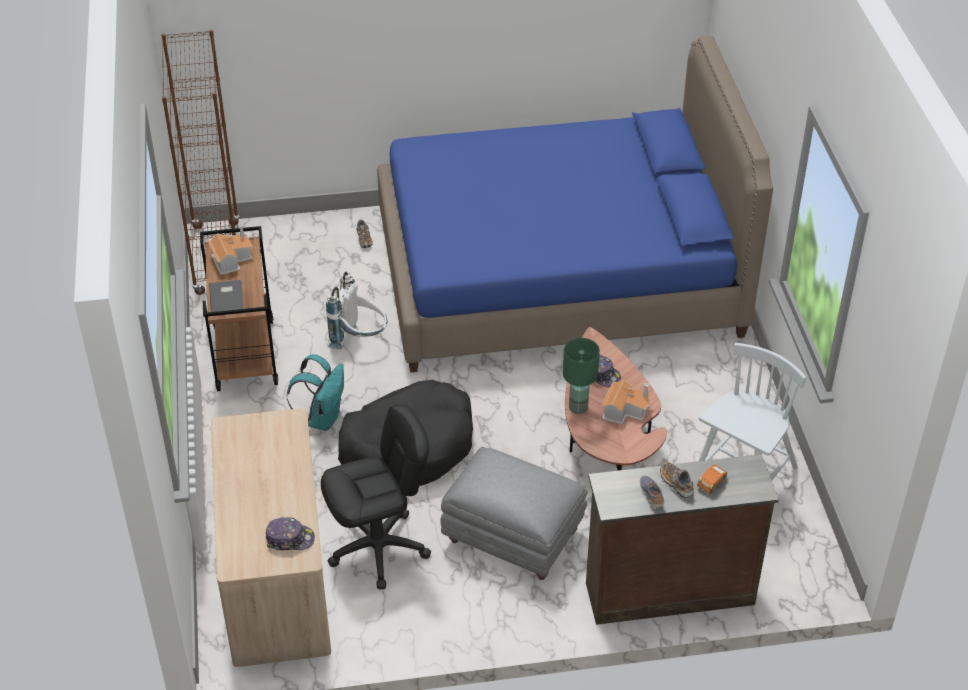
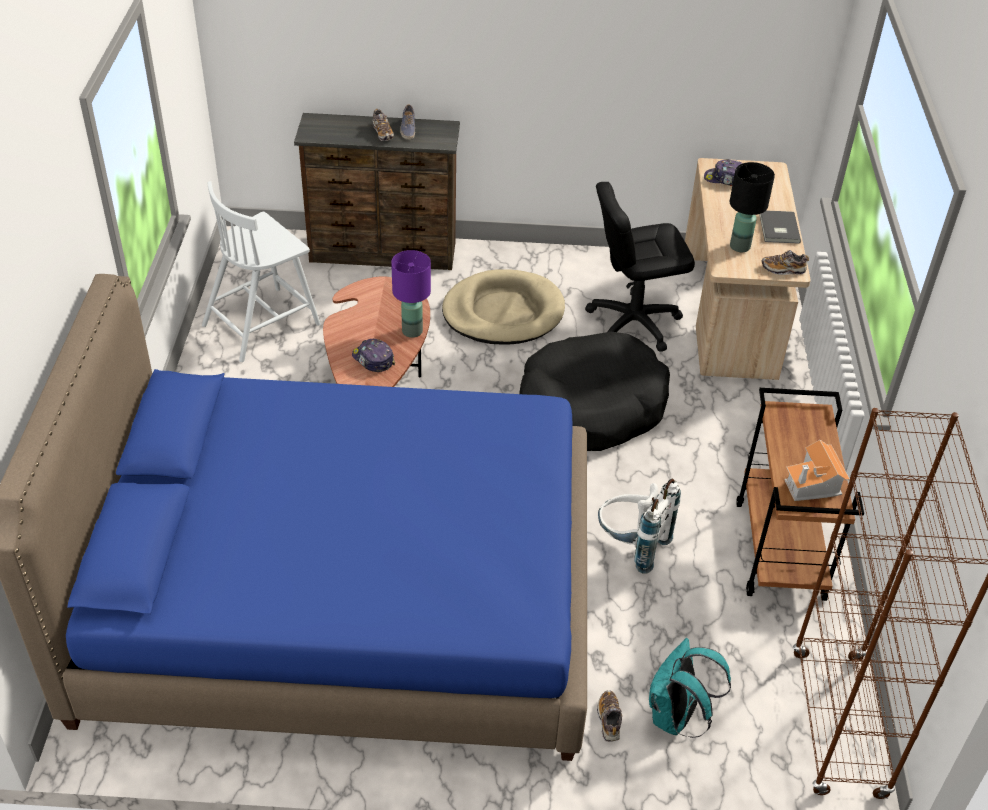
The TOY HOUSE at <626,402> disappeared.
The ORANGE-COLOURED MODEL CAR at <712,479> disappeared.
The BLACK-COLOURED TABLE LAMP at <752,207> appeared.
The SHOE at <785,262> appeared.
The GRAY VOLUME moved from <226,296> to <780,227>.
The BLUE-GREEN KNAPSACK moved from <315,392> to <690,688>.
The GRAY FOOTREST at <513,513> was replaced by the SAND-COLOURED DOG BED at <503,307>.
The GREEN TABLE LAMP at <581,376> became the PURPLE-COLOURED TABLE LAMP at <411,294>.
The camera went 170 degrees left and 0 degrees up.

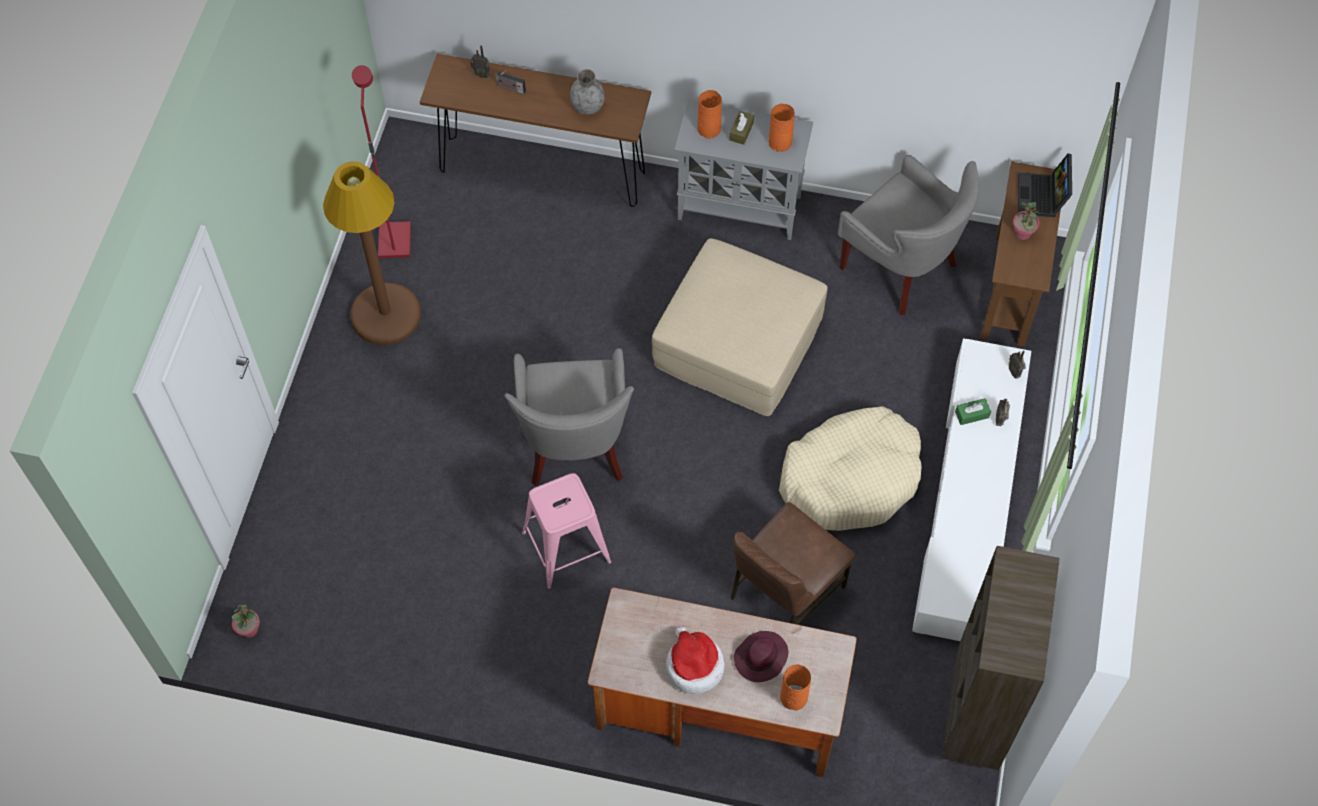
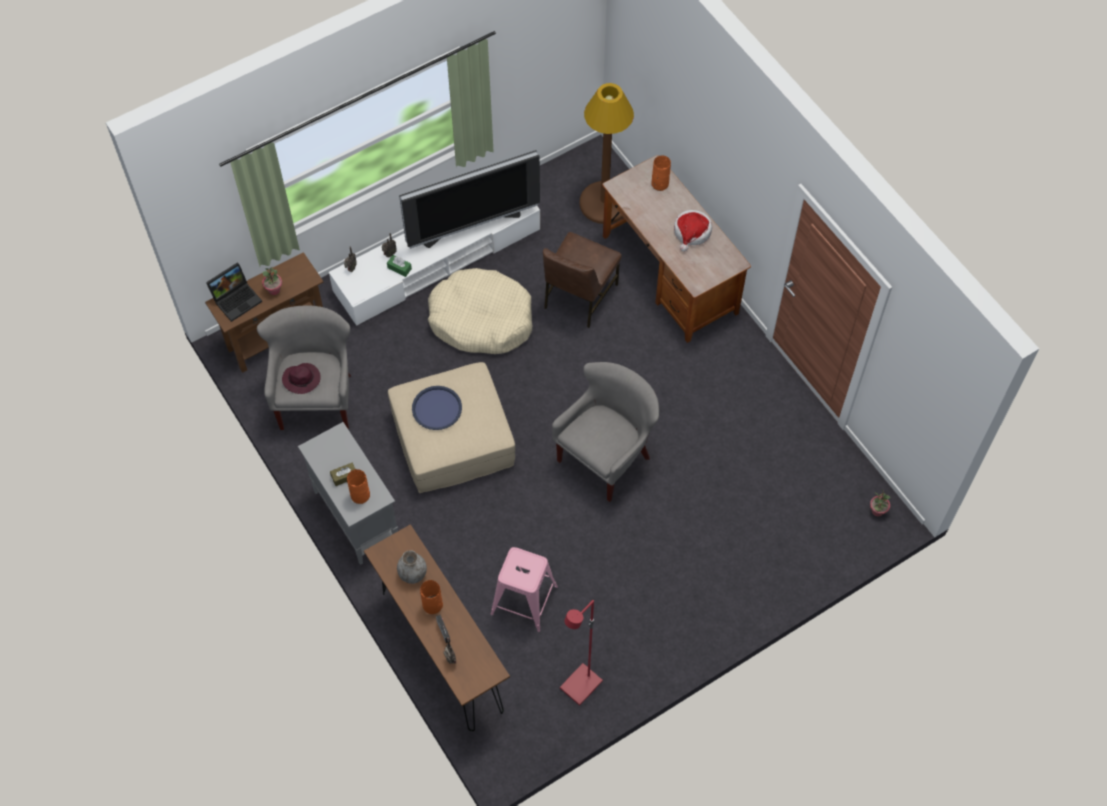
The BROWN-COLOURED BOOKSHELF at <1000,658> disappeared.
The TV SET at <469,199> appeared.
The BLUE-COLOURED SERVING TRAY at <437,408> appeared.
The BROWN-COLOURED STANDARD LAMP moved from <372,253> to <606,153>.
The PINK SITTING STOOL moved from <566,531> to <524,589>.
The PURPLE-COLOURED CLOTHING HAT moved from <761,656> to <301,378>.
The ORANGE-COLOURED DECORATIVE VASE moved from <782,128> to <431,597>.
The BROWN-COLOURED UPRIGHT CHAIR at <792,563> turned 120 degrees clockwise.
The camera went 135 degrees left and 0 degrees up.

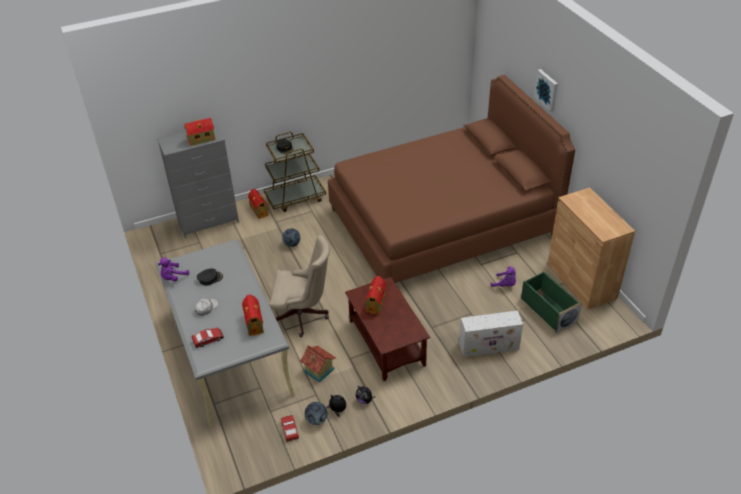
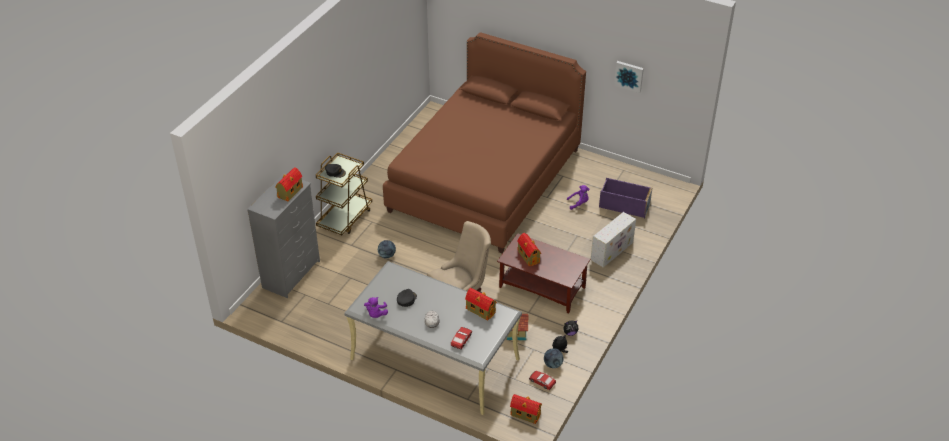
The BROWN-COLOURED CUPBOARD at <591,248> disappeared.
The TOY HOUSE moved from <258,204> to <526,409>.
The PICTURE moved from <546,90> to <629,77>.
The GREEN STORAGE CONTAINER at <551,302> became the PURPLE-COLOURED STORAGE CONTAINER at <626,198>.
The camera went 40 degrees left and 0 degrees up.

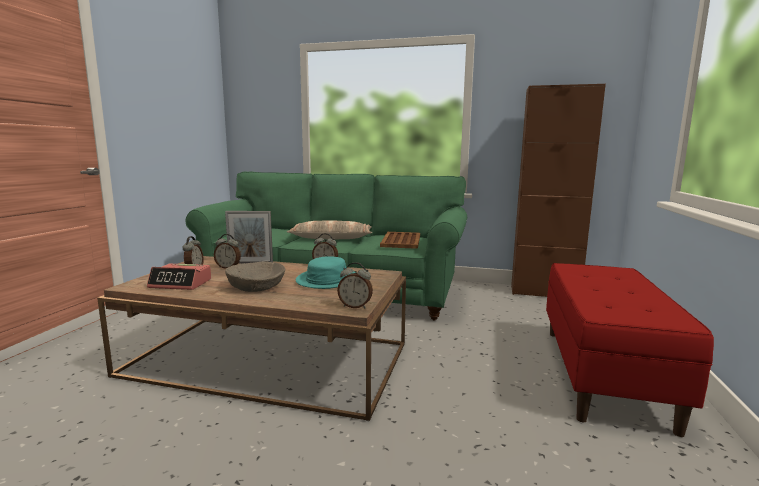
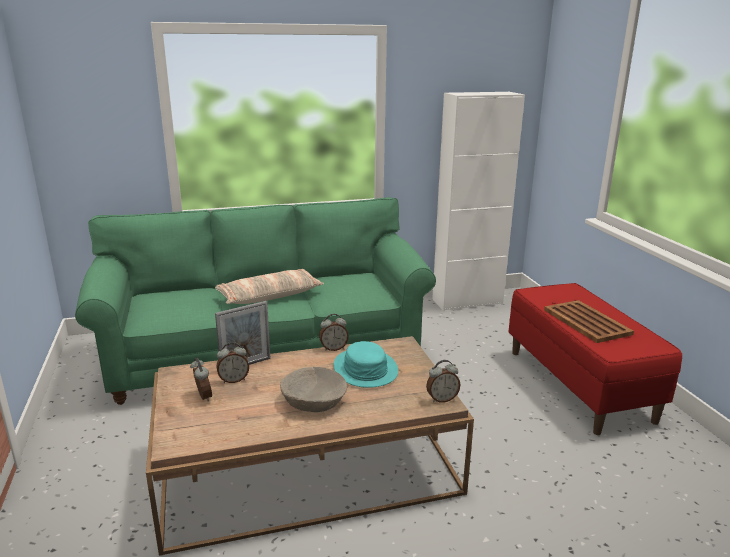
The BEDSIDE CLOCK at <179,277> disappeared.
The BROWN-COLOURED SERVING TRAY moved from <400,240> to <589,321>.
The BROWN-COLOURED CUPBOARD at <558,190> became the WHITISH CUPBOARD at <478,201>.
The camera went 30 degrees left and 10 degrees up.

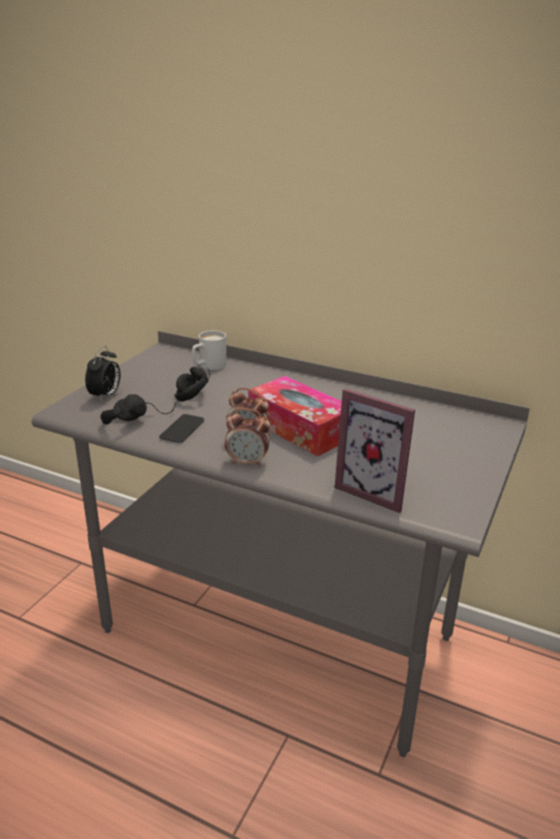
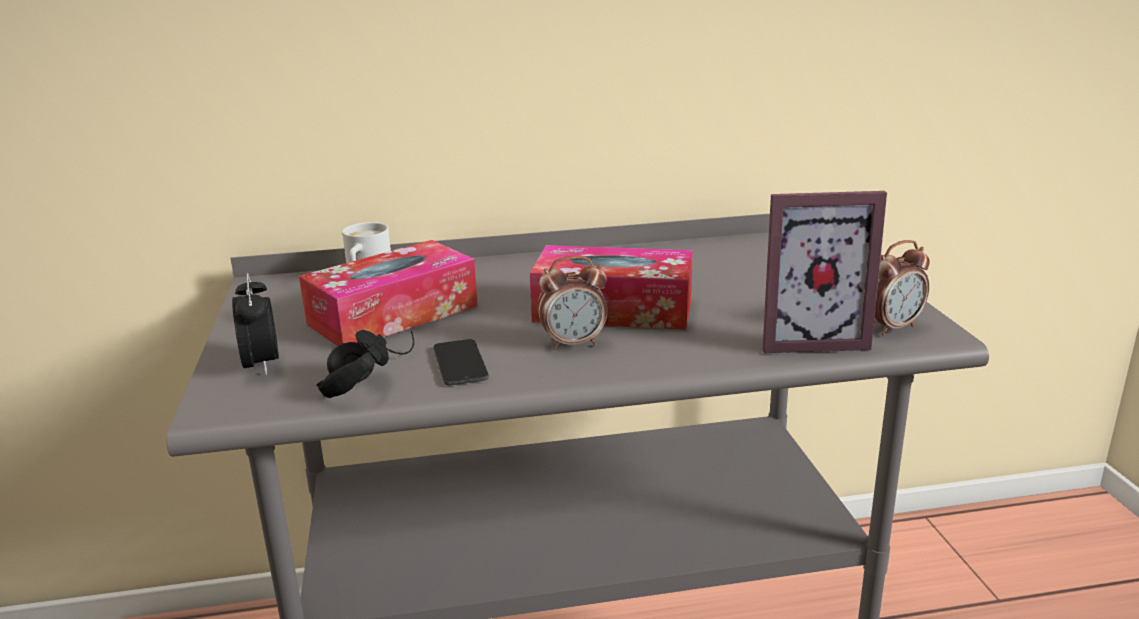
The BEDSIDE CLOCK moved from <247,437> to <902,287>.
The BLACK-COLOURED HEADPHONES at <192,384> was replaced by the TISSUE HOLDER at <388,293>.
The camera went 35 degrees left and 5 degrees down.

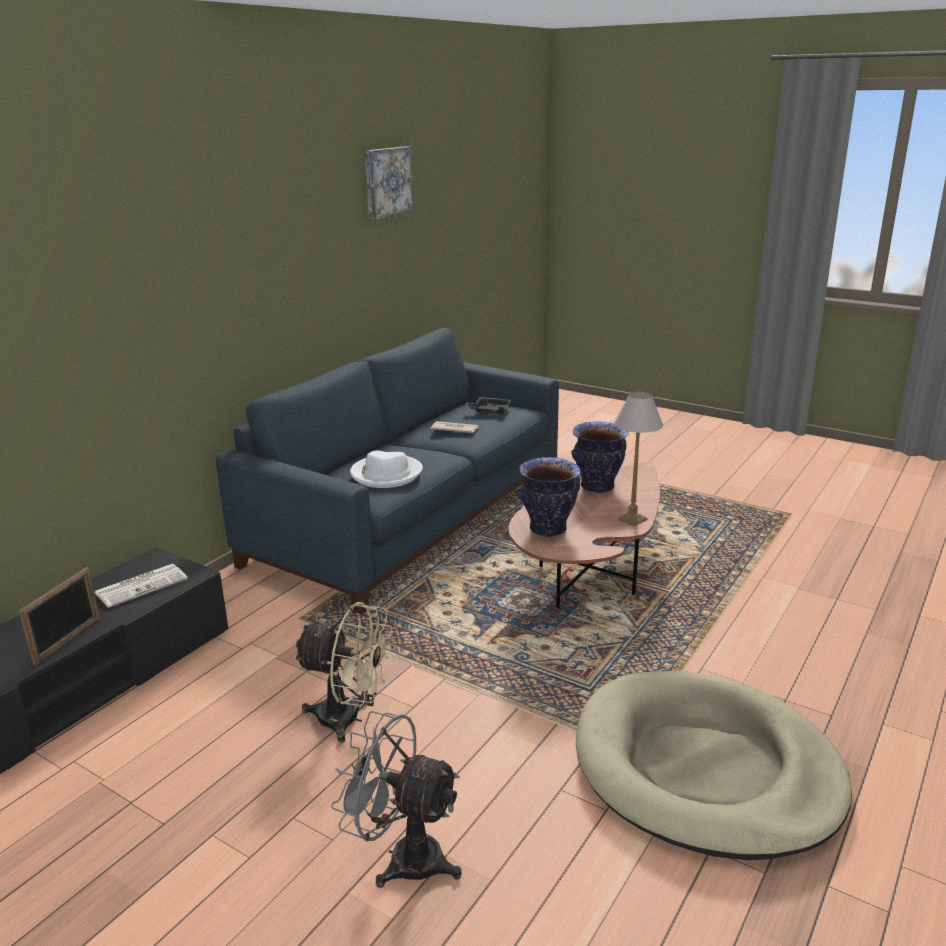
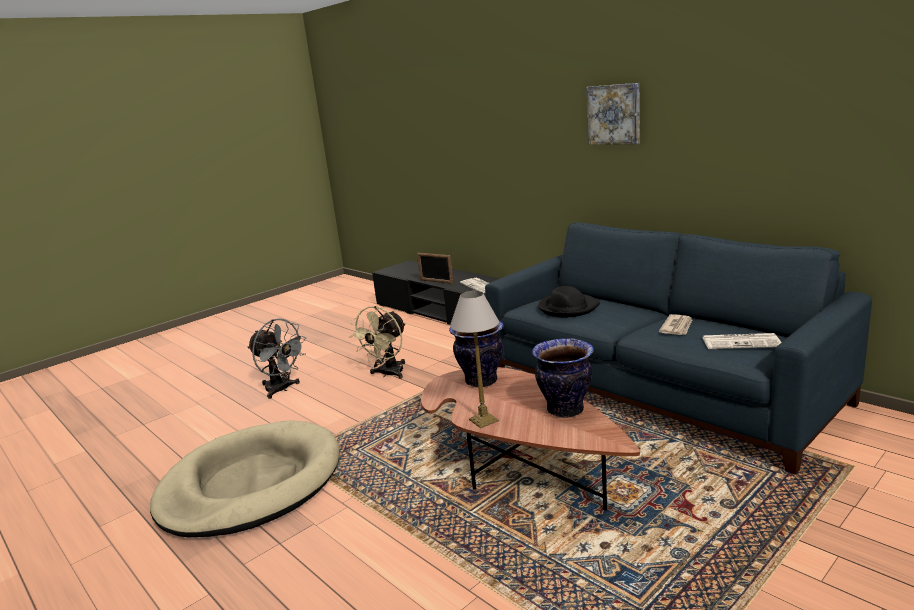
The PICTURE moved from <389,183> to <613,114>.
The BLACK-COLOURED SERVING TRAY at <488,405> was replaced by the DAILY PAPER at <742,341>.
The WHITISH CLOTHING HAT at <386,469> became the BLACK-COLOURED CLOTHING HAT at <569,301>.
The GRAY ELECTRIC FAN at <396,799> turned 90 degrees clockwise.
The camera went 105 degrees right and 5 degrees down.

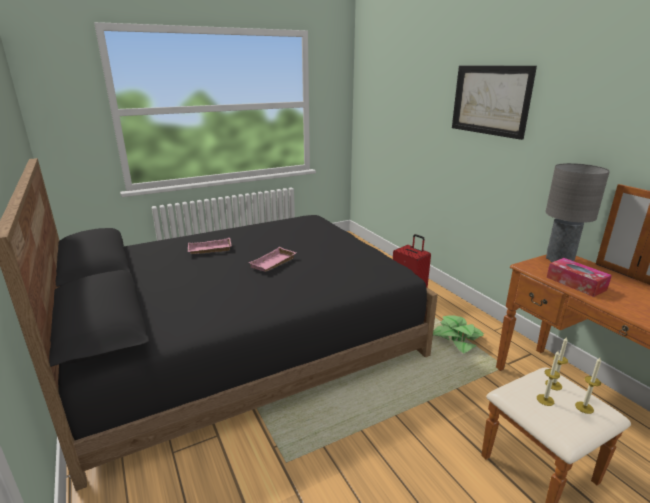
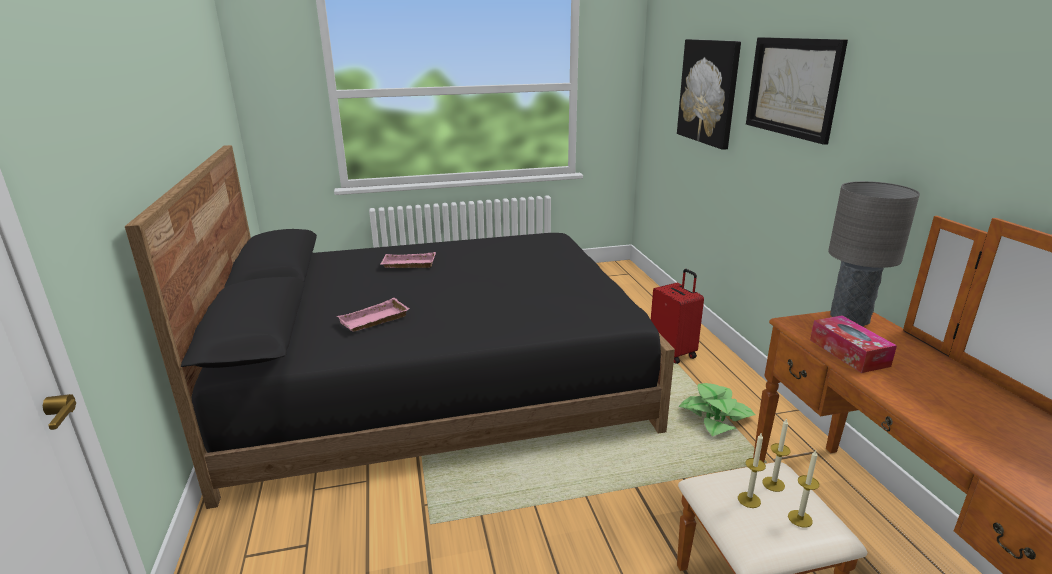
The PICTURE at <709,94> appeared.
The PINK SERVING TRAY moved from <272,259> to <373,315>.
The camera went 15 degrees right and 0 degrees up.

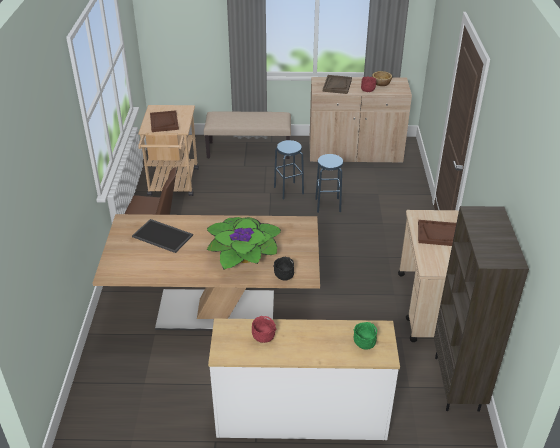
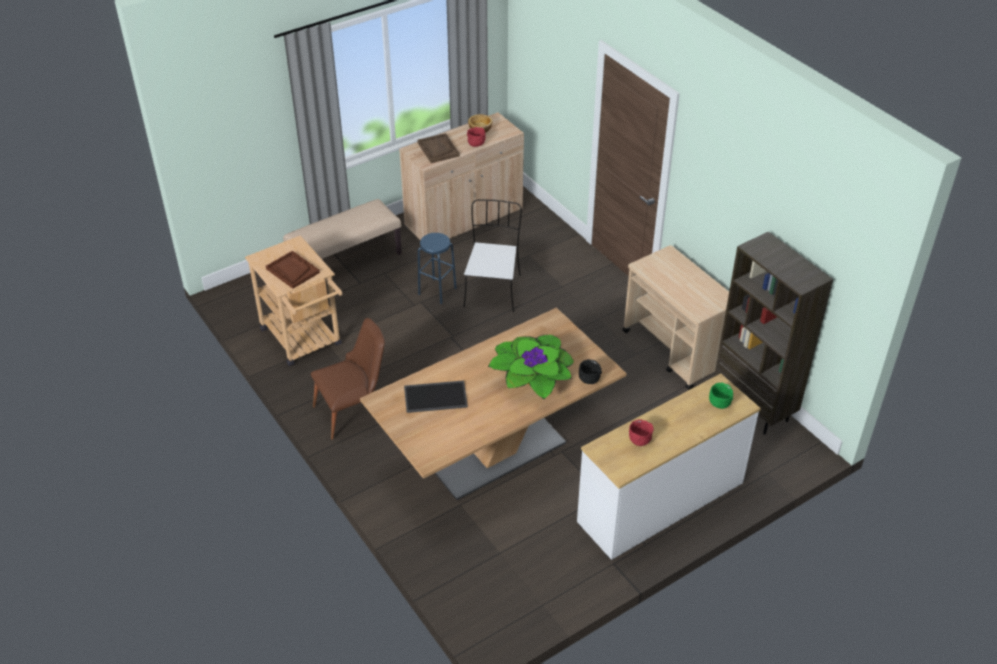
The BROWN-COLOURED SERVING TRAY at <437,233> disappeared.
The BLUE-COLOURED SITTING STOOL at <329,183> was replaced by the WHITISH UPRIGHT CHAIR at <493,255>.
The camera went 35 degrees left and 5 degrees up.

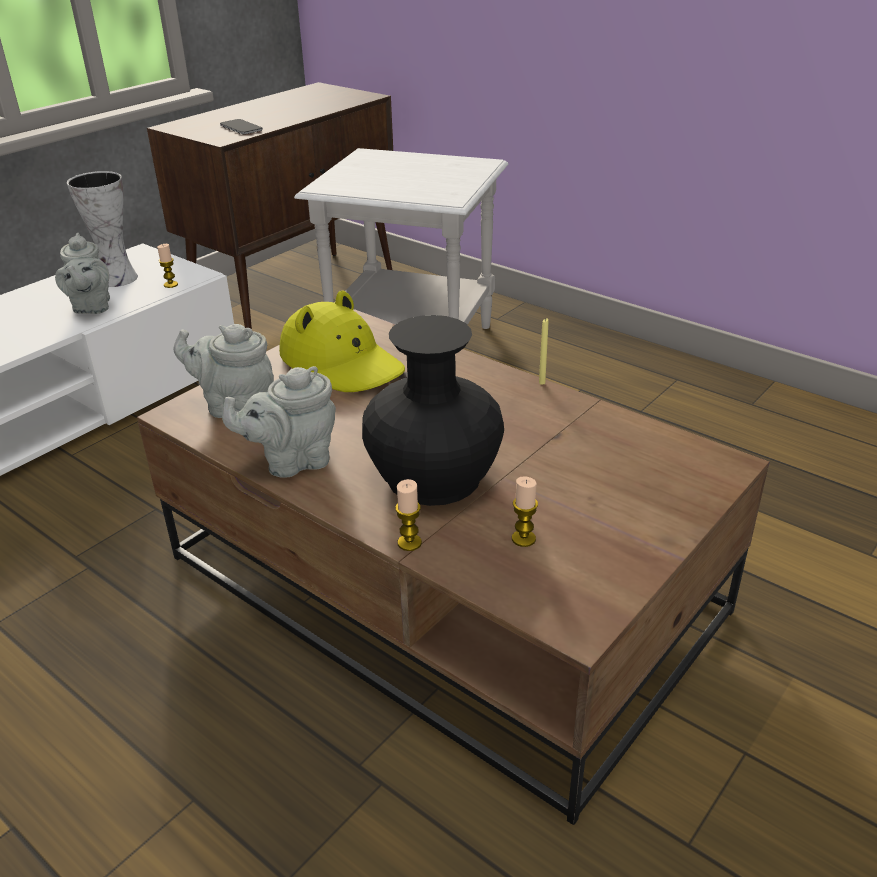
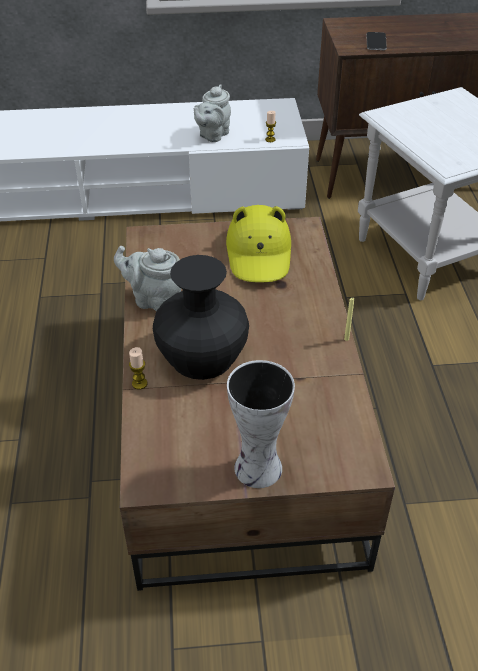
The GRAY TEA POT at <224,371> disappeared.
The WAX LIGHT at <525,511> disappeared.
The DECORATIVE VASE moved from <102,229> to <261,424>.
The camera went 45 degrees right and 10 degrees up.

